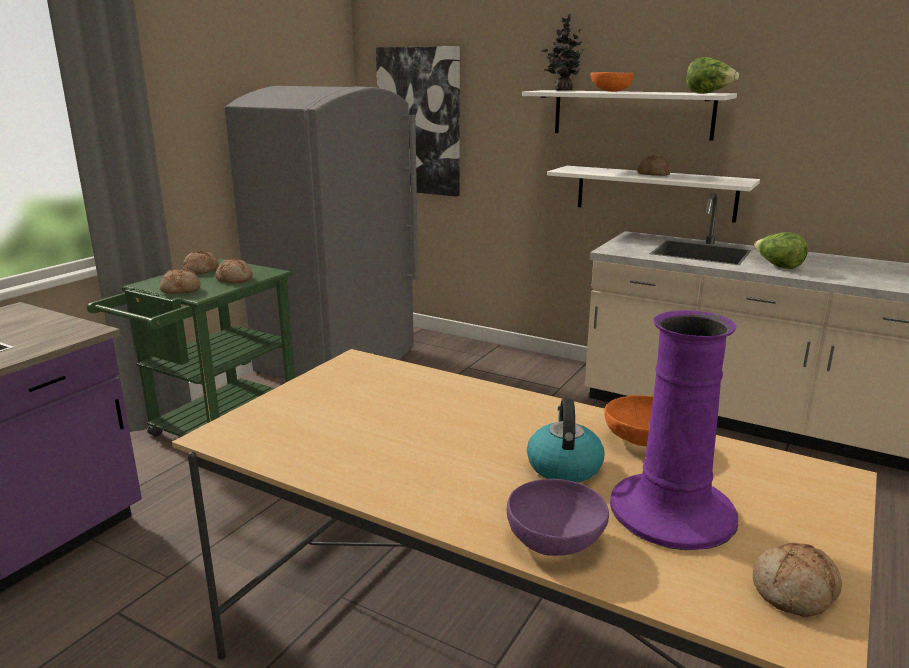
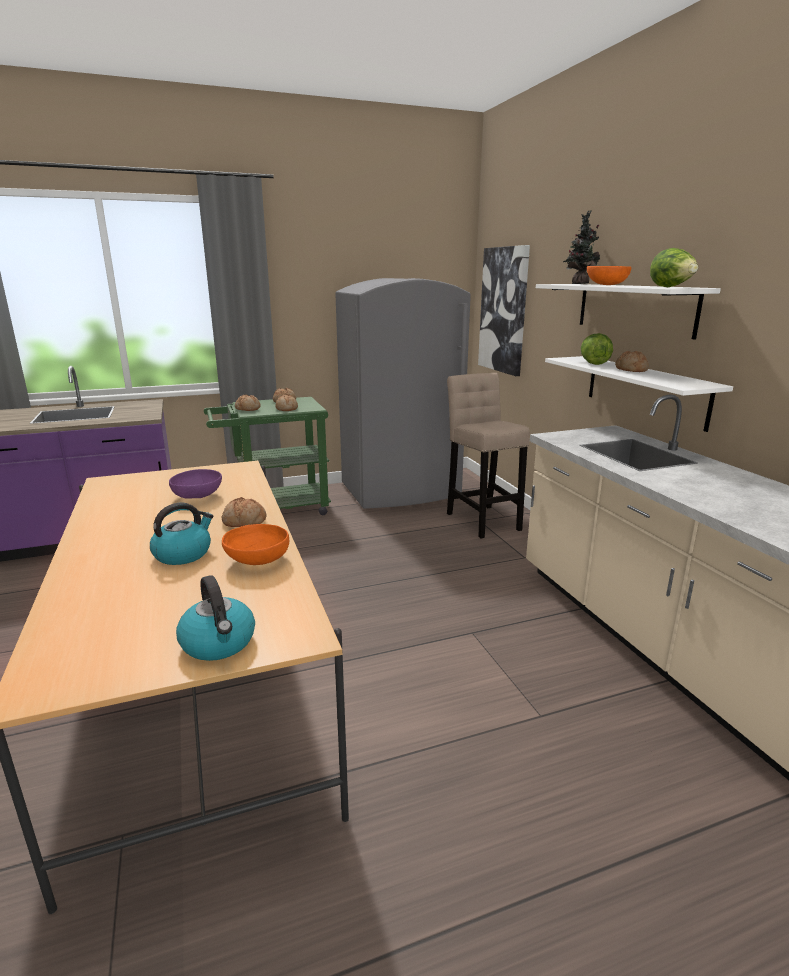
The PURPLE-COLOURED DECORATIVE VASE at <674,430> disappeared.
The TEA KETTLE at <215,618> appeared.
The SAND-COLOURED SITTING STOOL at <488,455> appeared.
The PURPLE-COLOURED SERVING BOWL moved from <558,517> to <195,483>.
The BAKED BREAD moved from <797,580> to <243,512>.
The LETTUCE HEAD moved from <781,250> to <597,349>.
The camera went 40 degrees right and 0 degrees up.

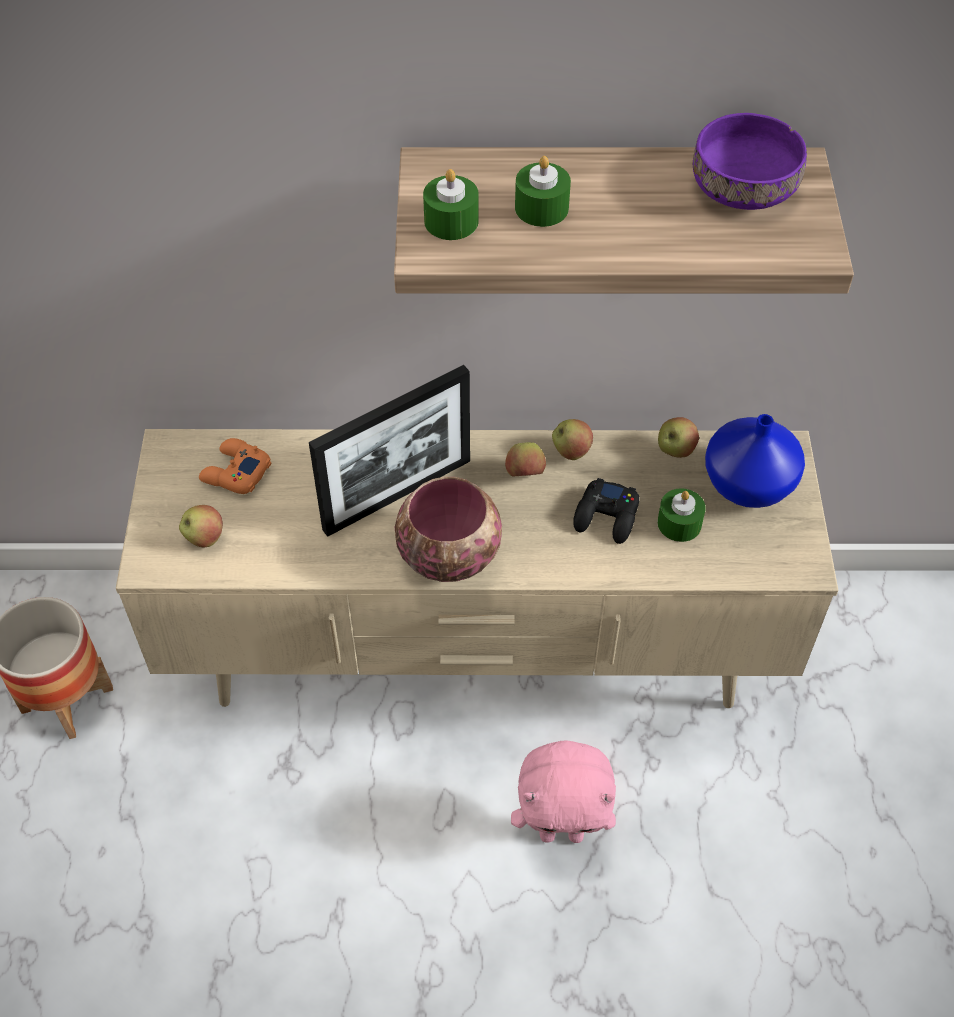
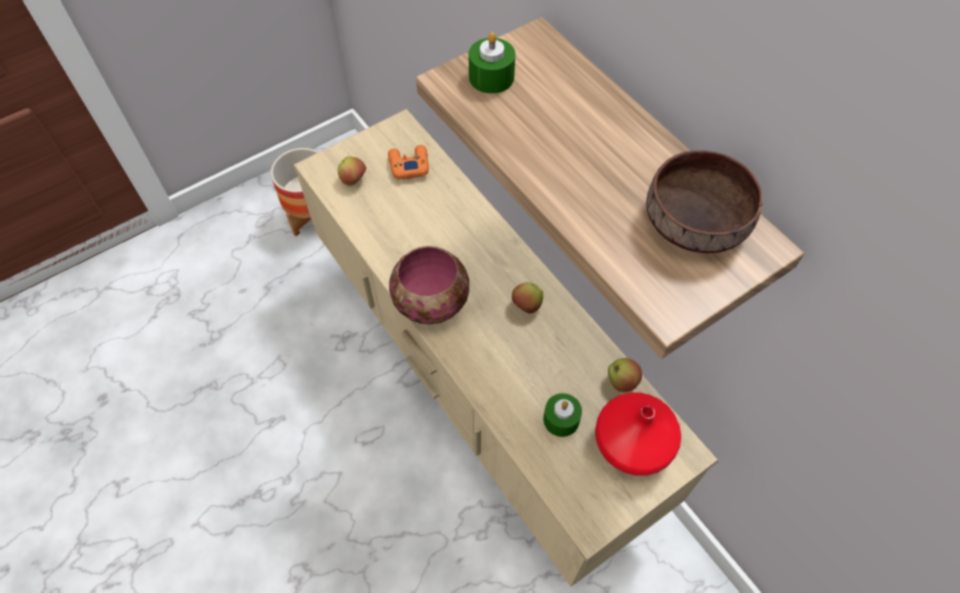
The STANDING FRAME at <389,451> disappeared.
The PINK CUDDLY TOY at <563,791> disappeared.
The GREEN WAX LIGHT at <543,191> disappeared.
The APPLE at <572,439> disappeared.
The BLACK-COLOURED GAME CONTROLLER at <606,511> disappeared.
The PURPLE-COLOURED SERVING BOWL at <750,161> became the BROWN-COLOURED SERVING BOWL at <704,201>.
The BLUE-COLOURED DECORATIVE VASE at <755,461> became the REDDISH DECORATIVE VASE at <638,434>.
The camera went 55 degrees right and 5 degrees up.

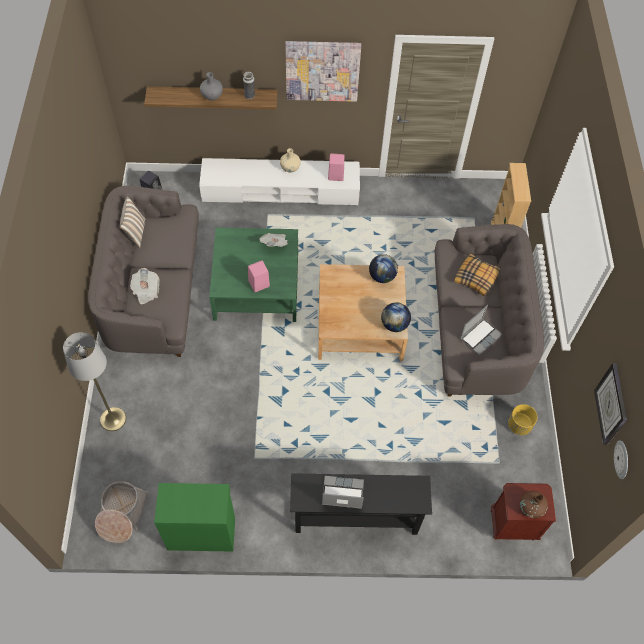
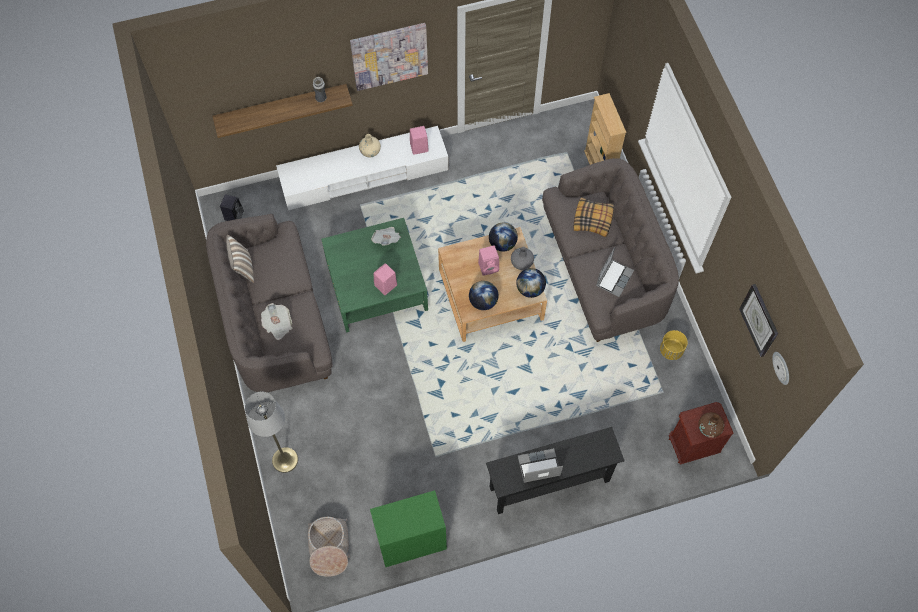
The WORLD GLOBE at <484,295> appeared.
The PINK AUDIO SPEAKER at <488,260> appeared.
The GRAY DECORATIVE VASE moved from <211,86> to <522,258>.
The camera went 15 degrees left and 5 degrees up.

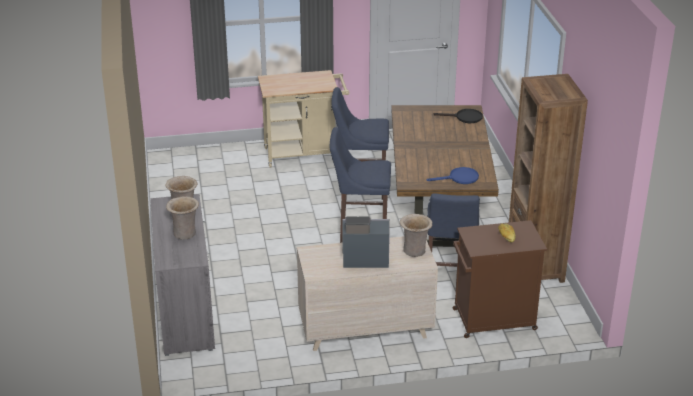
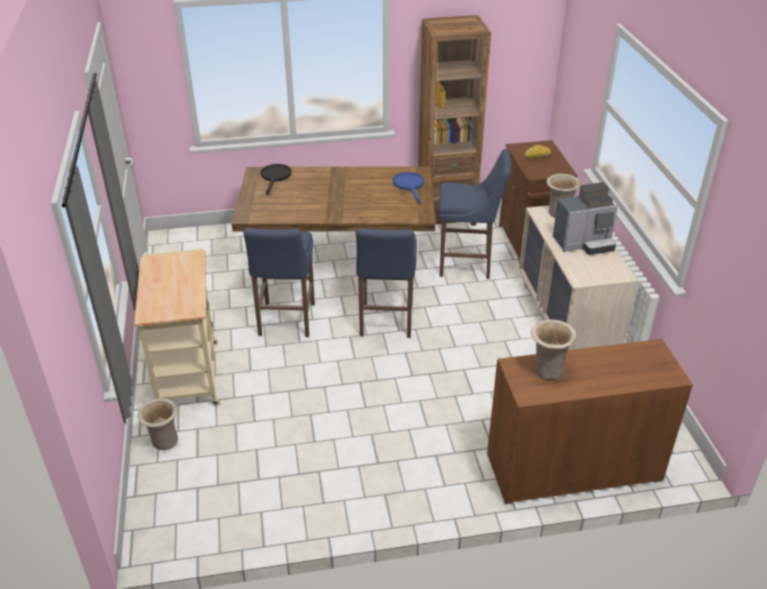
The SAND-COLOURED DECORATIVE VASE moved from <182,218> to <158,424>.
The GRAY CUPBOARD at <182,275> became the BROWN-COLOURED CUPBOARD at <590,421>.
The COFFEE MACHINE at <366,242> turned 105 degrees counterclockwise.
The camera went 90 degrees left and 5 degrees up.

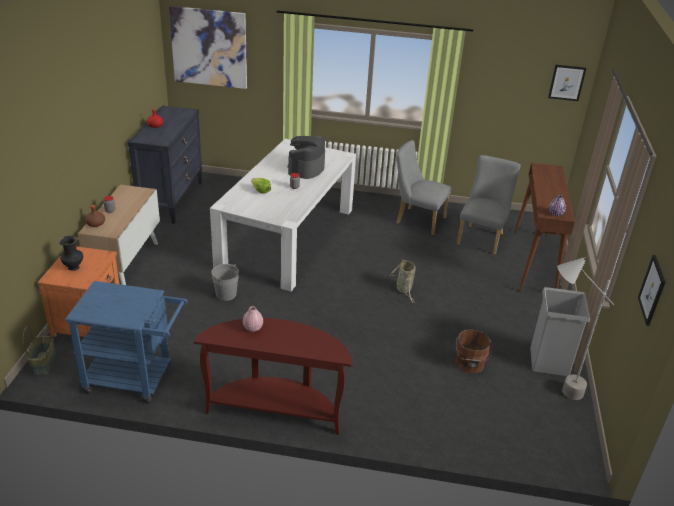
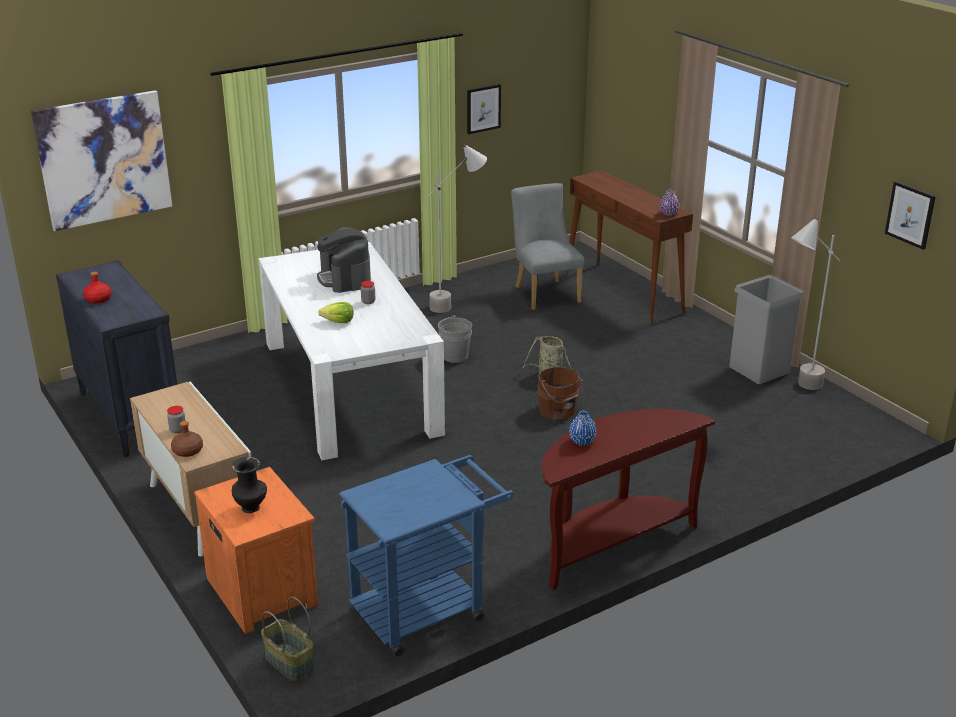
The GRAY PAIL moved from <225,282> to <455,339>.
The BROWN-COLOURED PAIL moved from <474,351> to <560,393>.
The PICTURE moved from <567,83> to <484,109>.
The GRAY UPRIGHT CHAIR at <424,187> was replaced by the GRAY STANDARD LAMP at <457,228>.
The PINK DECORATIVE VASE at <253,319> became the BLUE-COLOURED DECORATIVE VASE at <583,428>.
The camera went 40 degrees left and 5 degrees down.

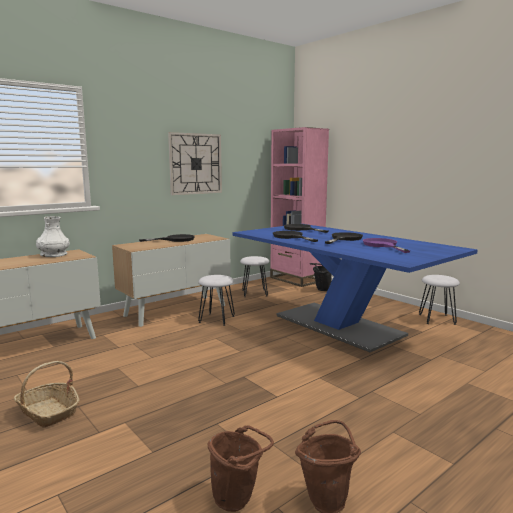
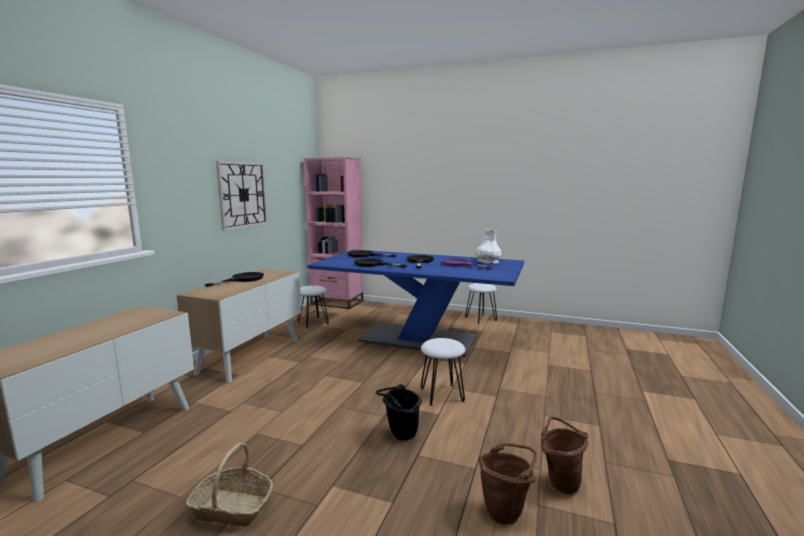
The WHITISH DECORATIVE VASE moved from <53,236> to <488,246>.
The WHITISH SITTING STOOL moved from <216,300> to <443,372>.
The BLACK-COLOURED PAIL moved from <321,277> to <399,412>.
The camera went 30 degrees left and 0 degrees up.

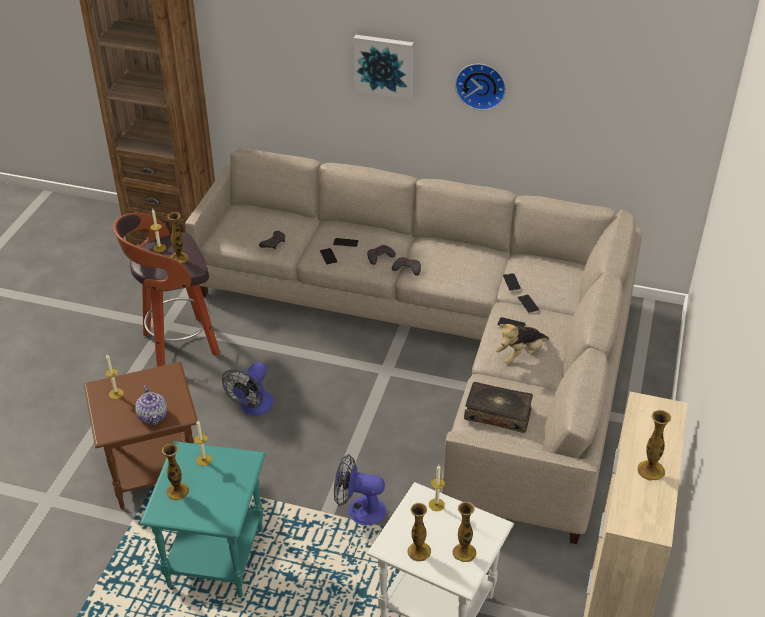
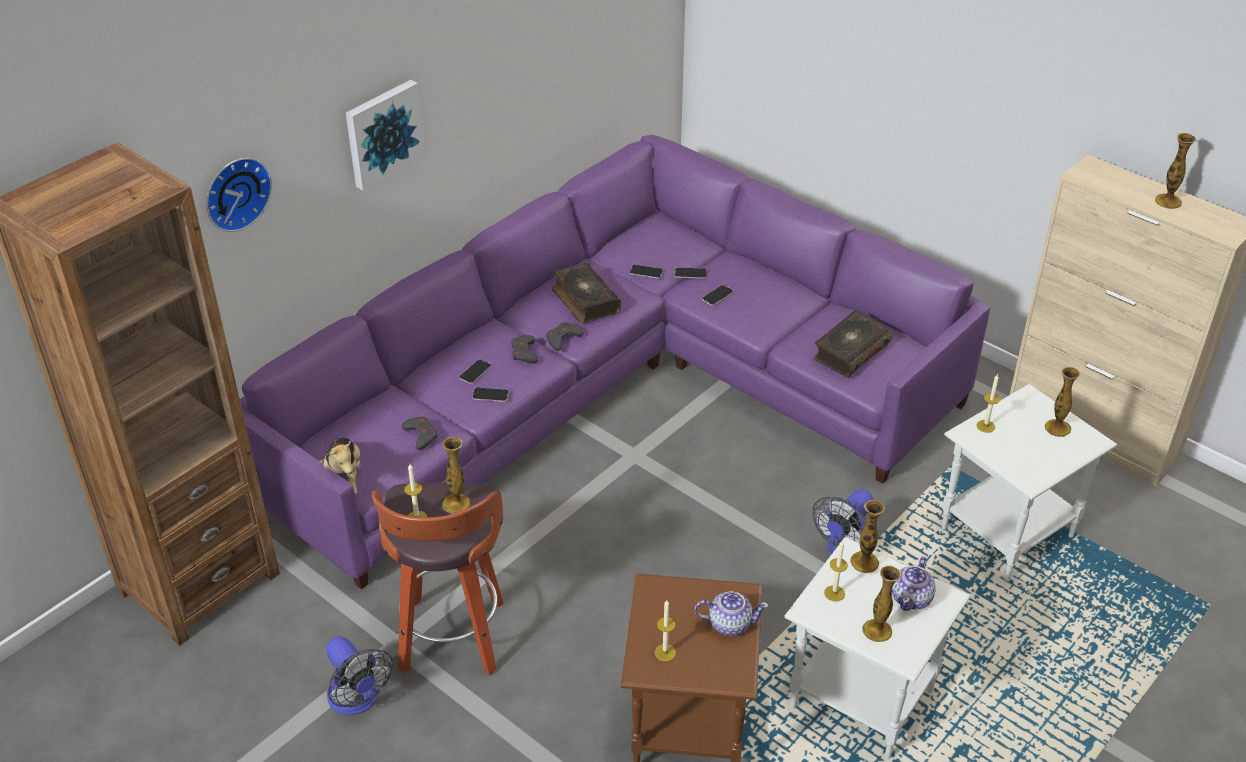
The VOLUME at <586,293> appeared.
The TEA POT at <914,583> appeared.
The ELECTRIC FAN moved from <248,389> to <359,675>.
The DECORATIVE VASE moved from <419,532> to <867,536>.
The HANGING CLOCK moved from <480,87> to <239,195>.
The CUDDLY TOY moved from <522,344> to <340,465>.
The BLUE-GREEN ACCENT TABLE at <203,519> became the WHITISH ACCENT TABLE at <877,648>.
The SAND-COLOURED SETTEE at <413,346> became the PURPLE-COLOURED SETTEE at <615,362>.
The camera went 65 degrees left and 0 degrees up.

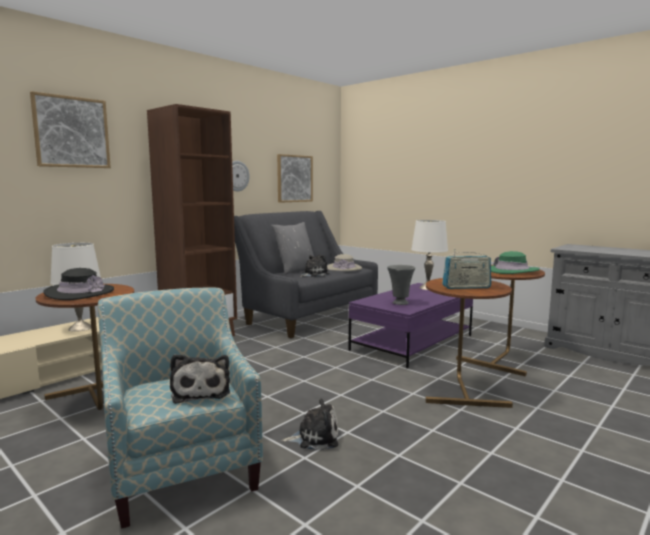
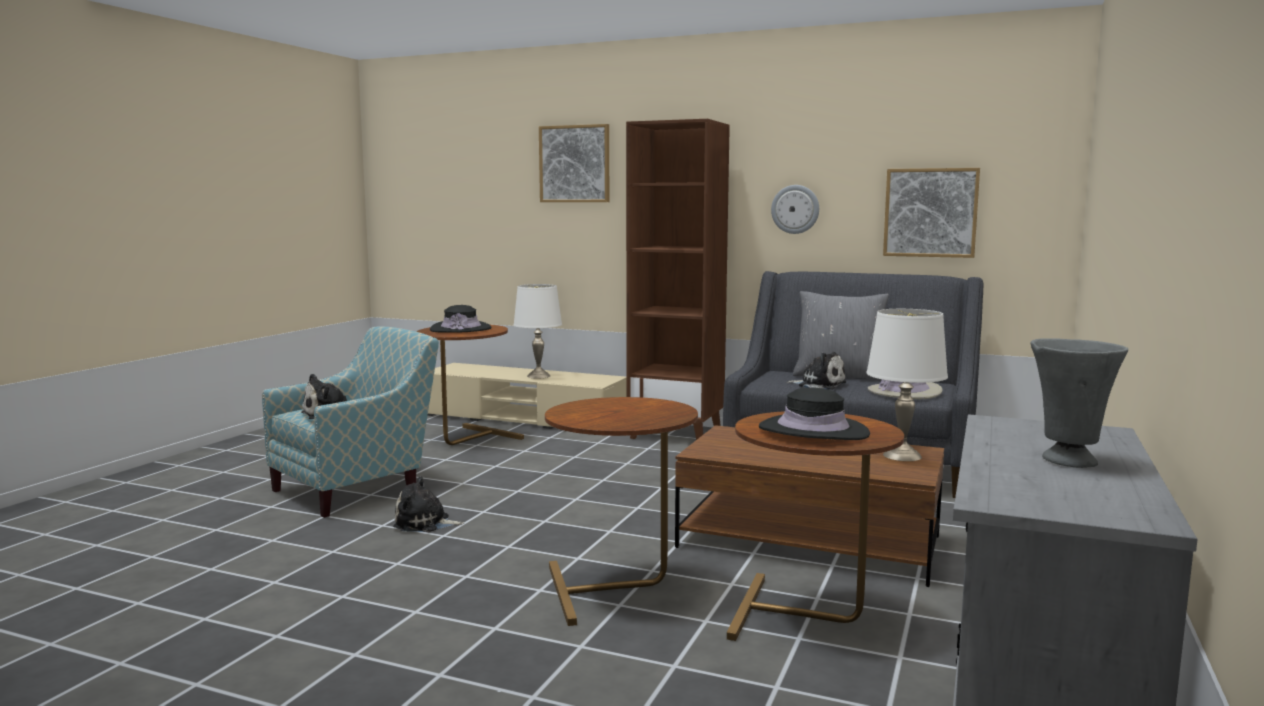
The RADIO RECEIVER at <466,269> disappeared.
The GRAY DECORATIVE VASE moved from <401,285> to <1079,403>.
The PURPLE-COLOURED COFFEE TABLE at <411,325> became the BROWN-COLOURED COFFEE TABLE at <809,506>.
The GREEN CLOTHING HAT at <515,262> became the BLACK-COLOURED CLOTHING HAT at <814,414>.
The CUDDLY TOY at <309,424> turned 120 degrees clockwise.
The camera went 70 degrees right and 0 degrees up.

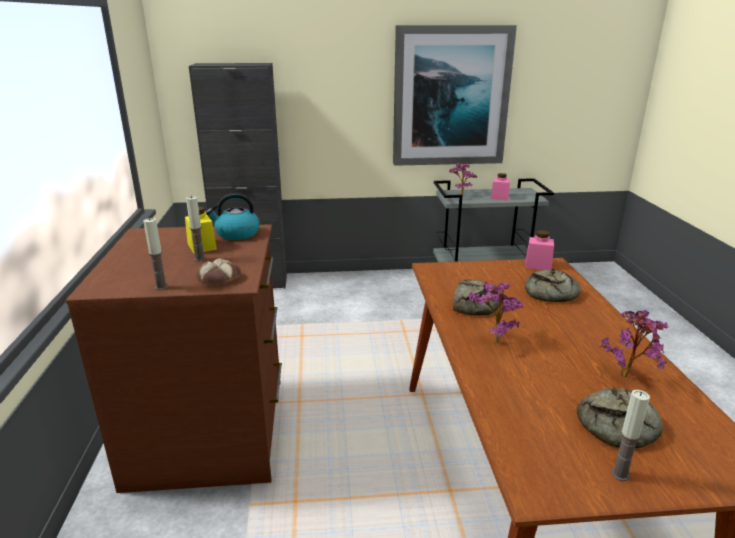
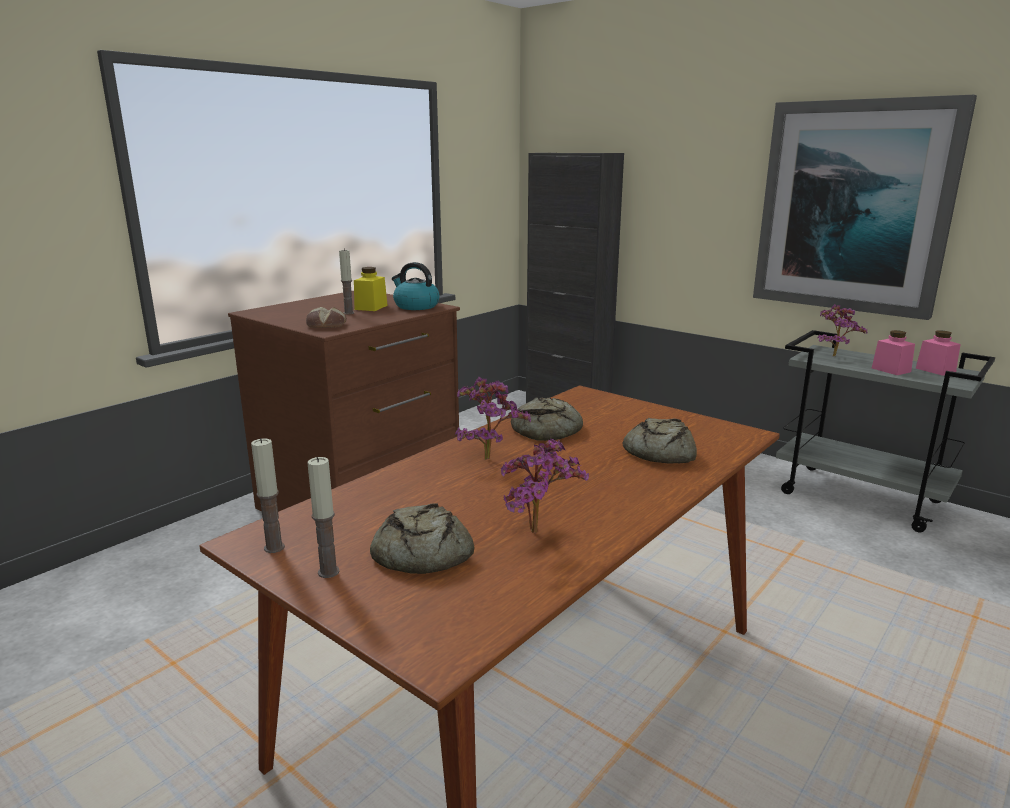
The WAX LIGHT moved from <155,254> to <268,495>.
The PINK STORAGE JAR moved from <539,250> to <938,353>.
The camera went 45 degrees right and 5 degrees down.

